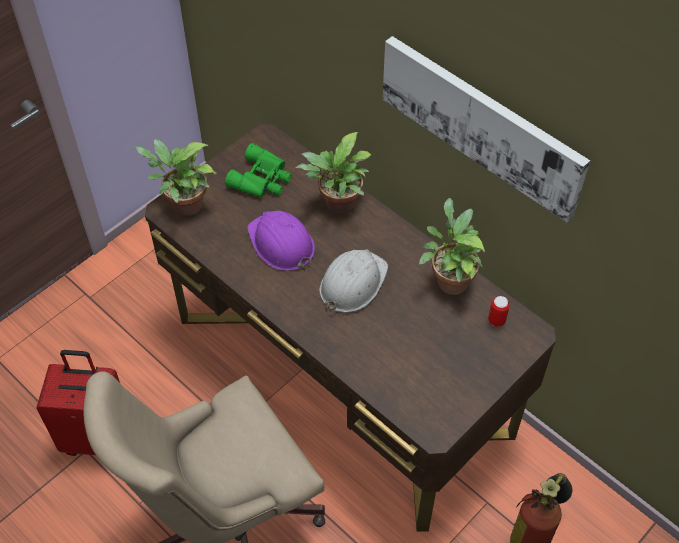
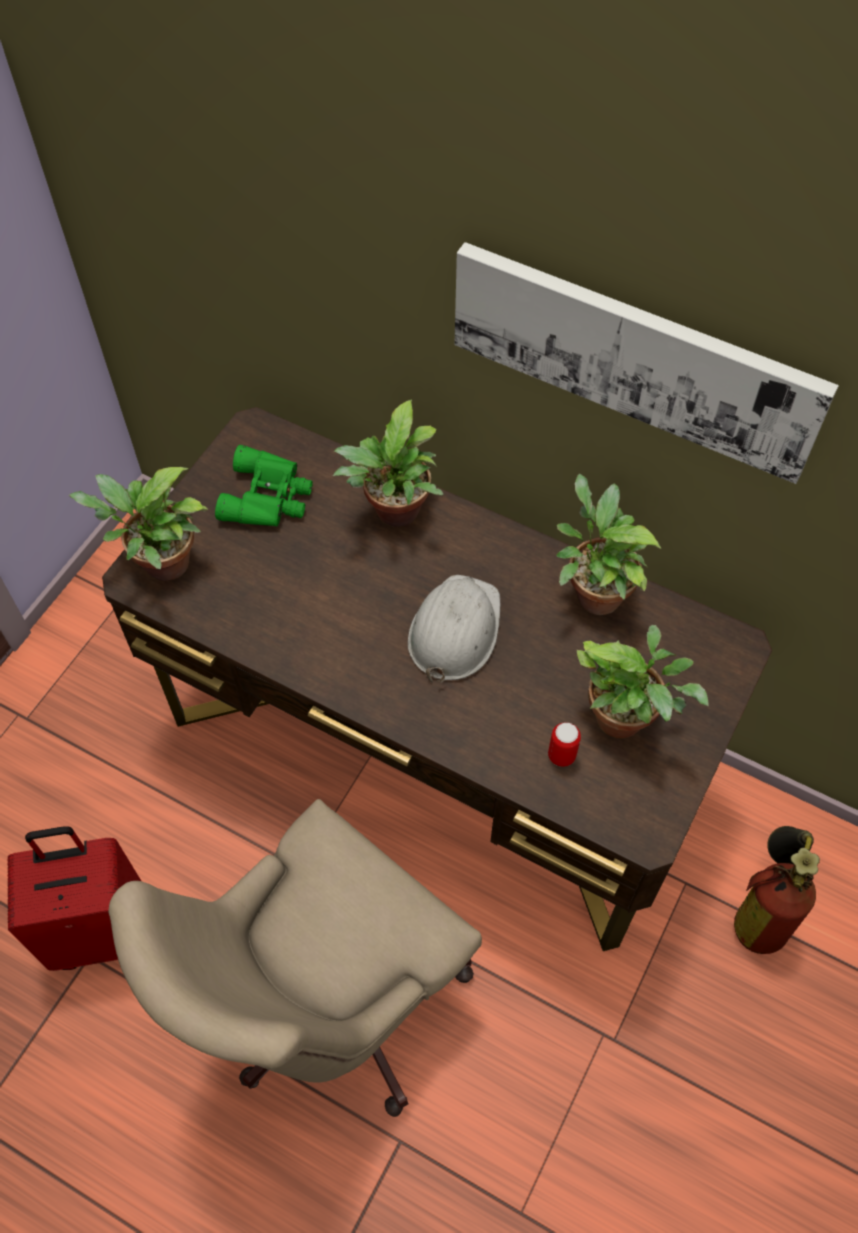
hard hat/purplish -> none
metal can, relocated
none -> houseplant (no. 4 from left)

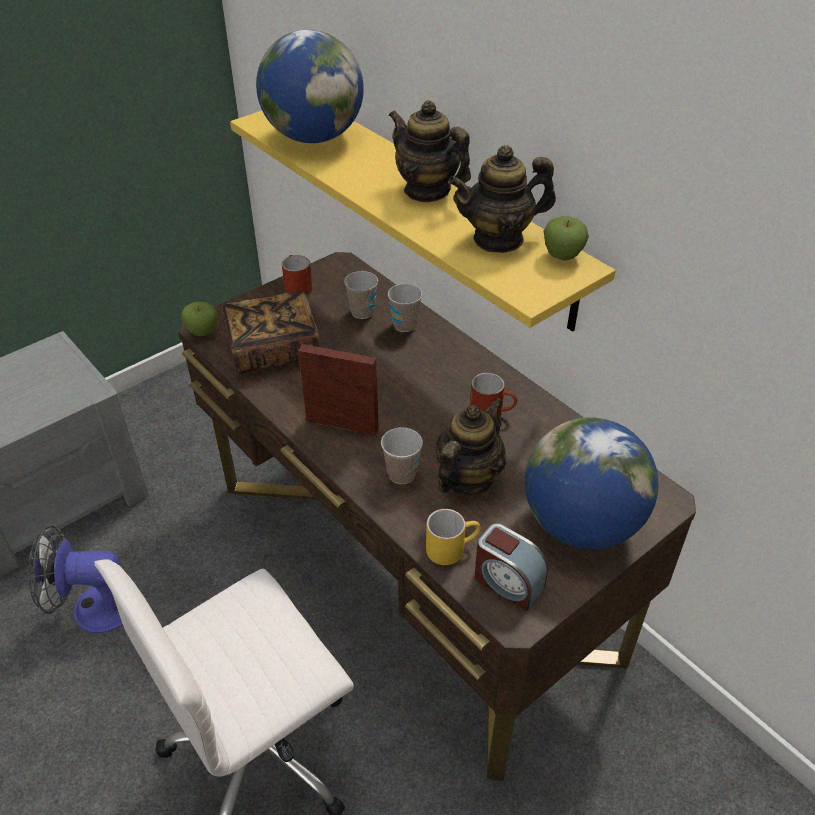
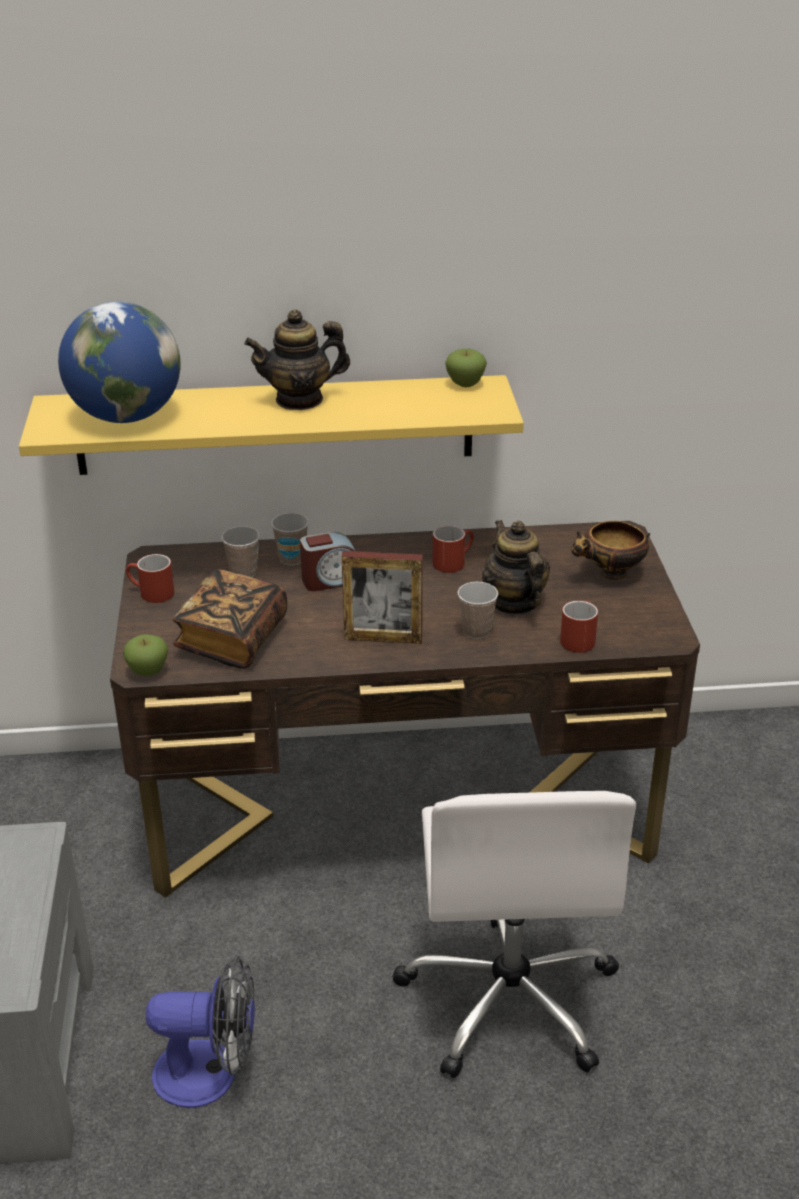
fan, 120 degrees counterclockwise
picture frame, 135 degrees counterclockwise
tea mug/yellow -> tea mug/reddish (no. 3 from left)
pot for tea (no. 3 from left) -> none
alarm clock, relocated
desk globe (no. 2 from left) -> serving bowl

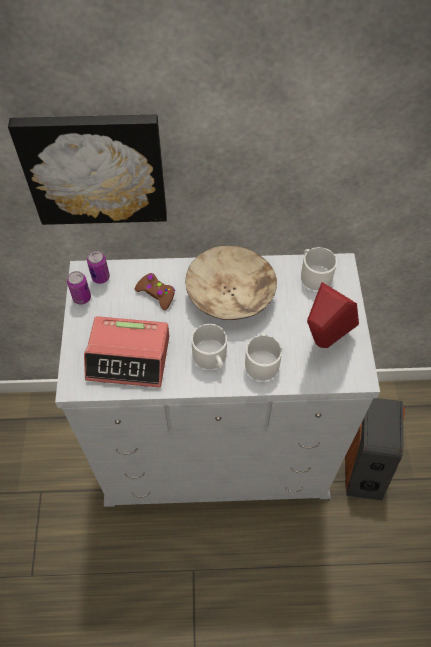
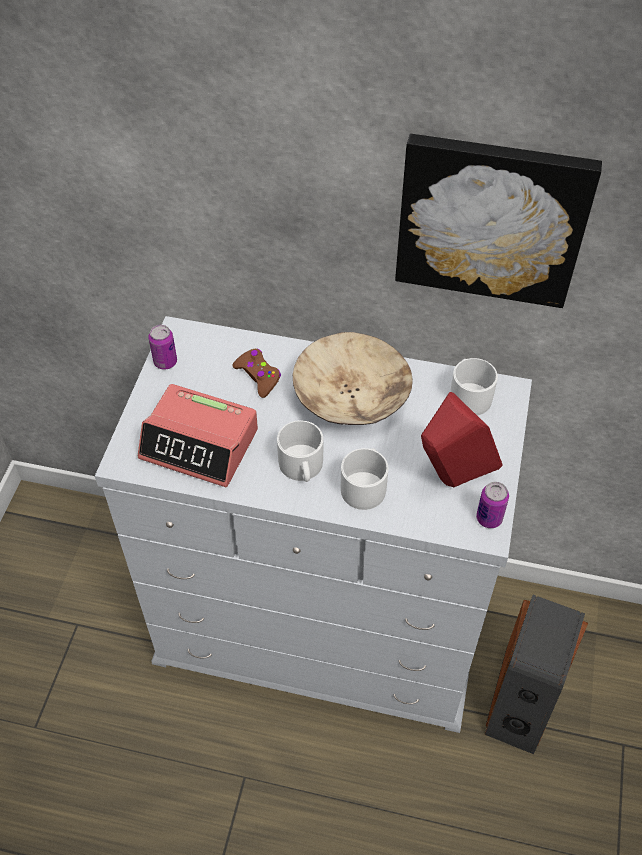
wall art, relocated
metal can (no. 2 from left), relocated

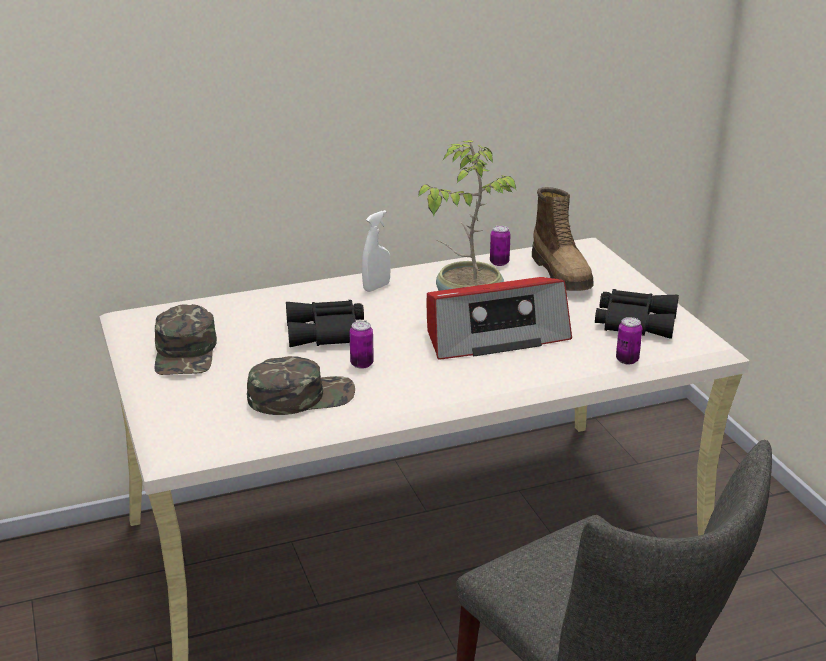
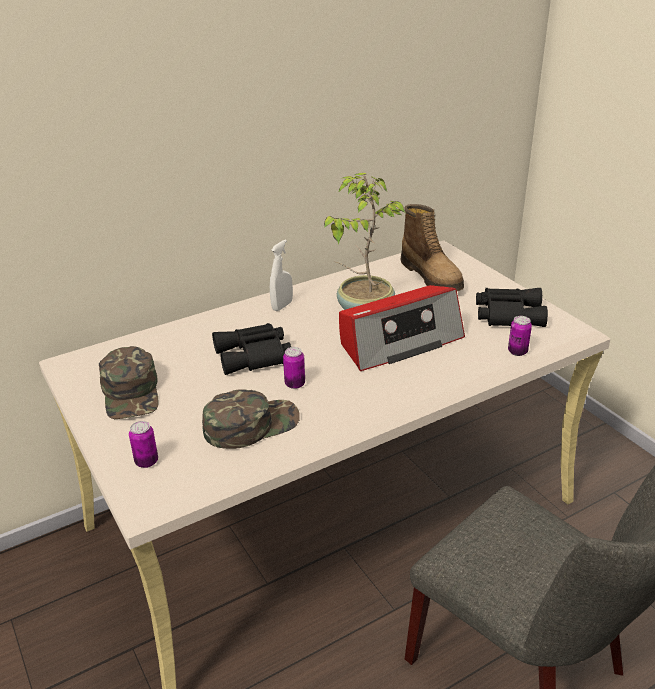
metal can (no. 2 from left in the first image) -> metal can (no. 1 from left), relocated

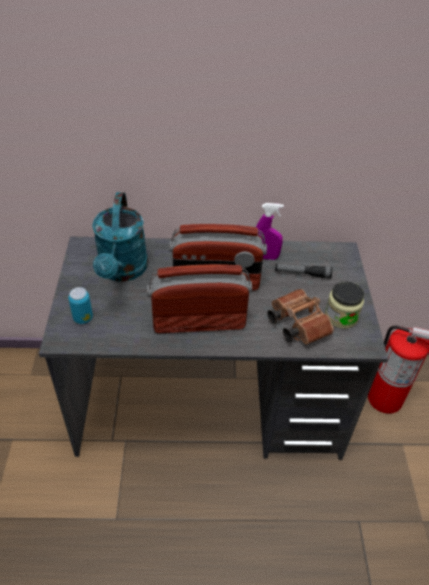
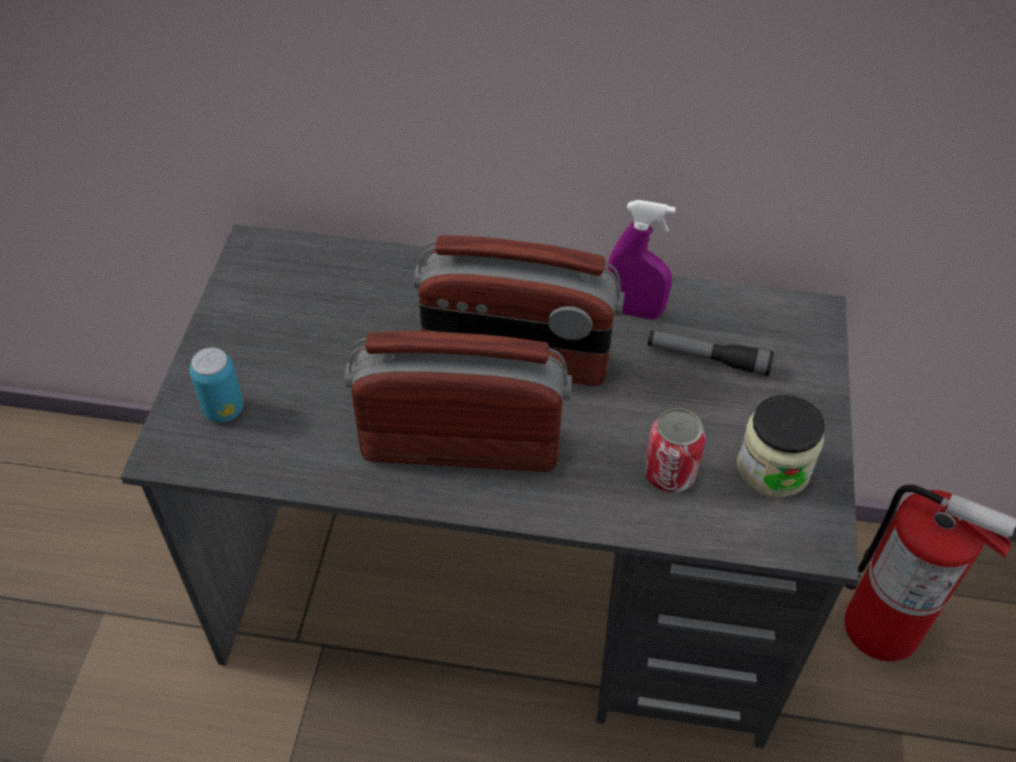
sprinkling can/turquoise-coloured -> none
binoculars/brownish -> metal can (no. 2 from left)

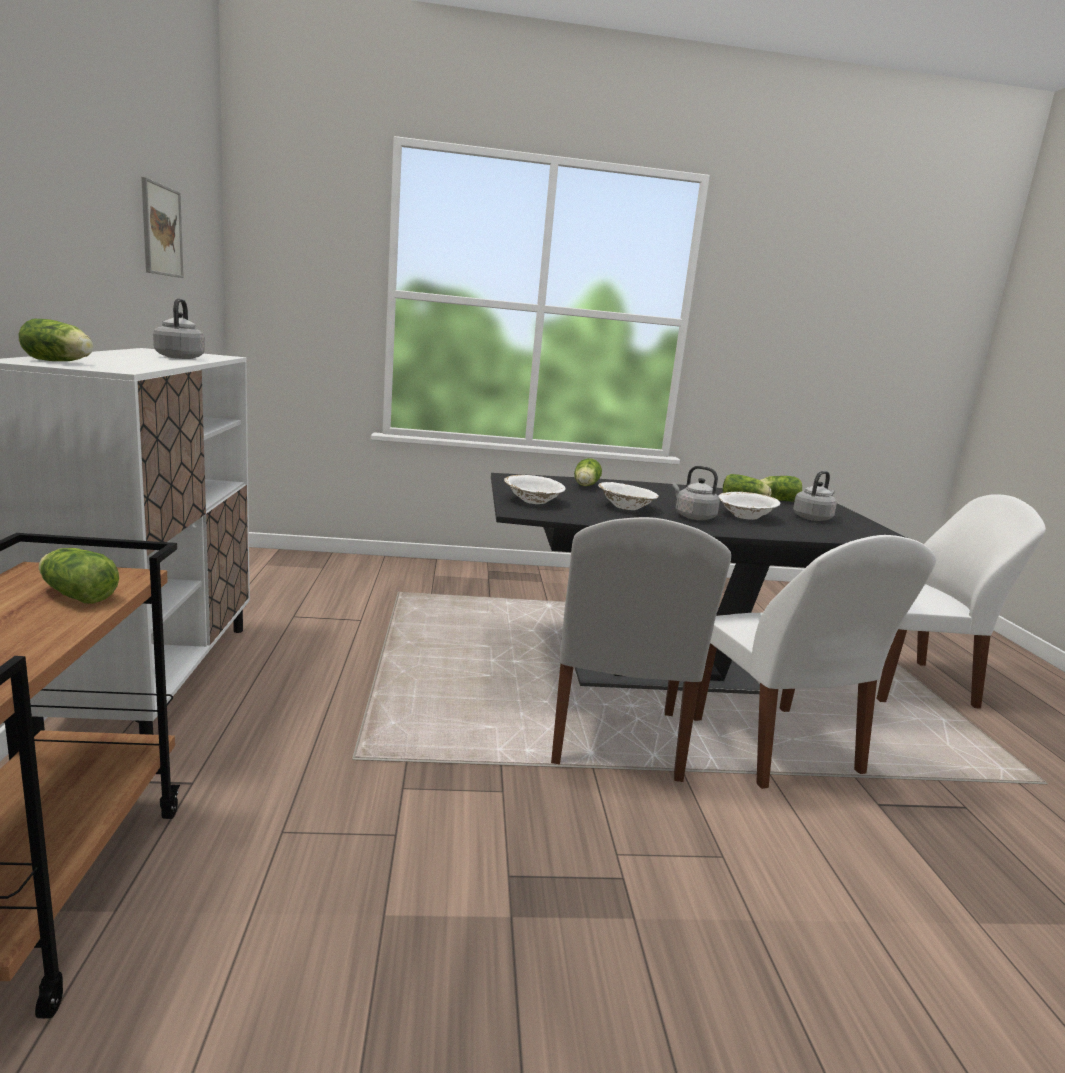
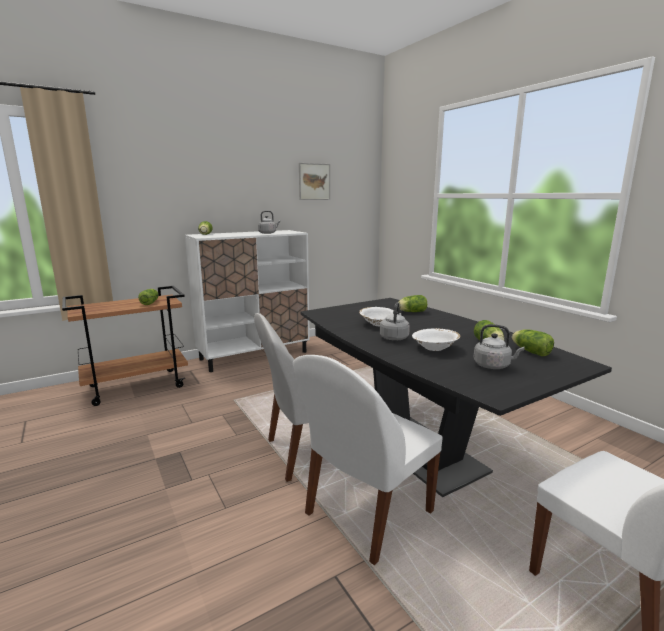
serving bowl/white-coloured (no. 1 from left) -> none

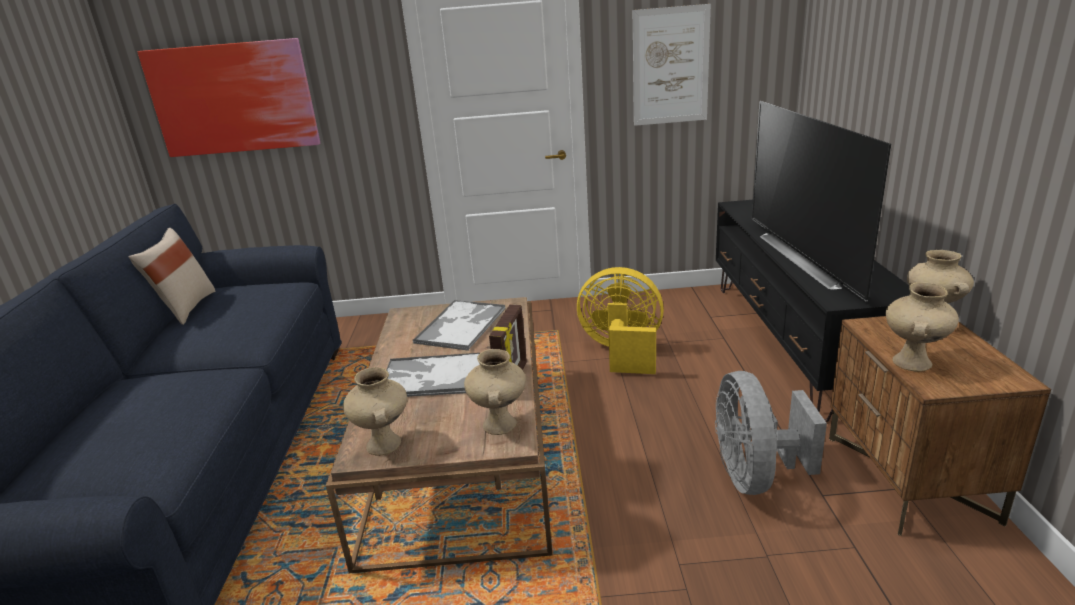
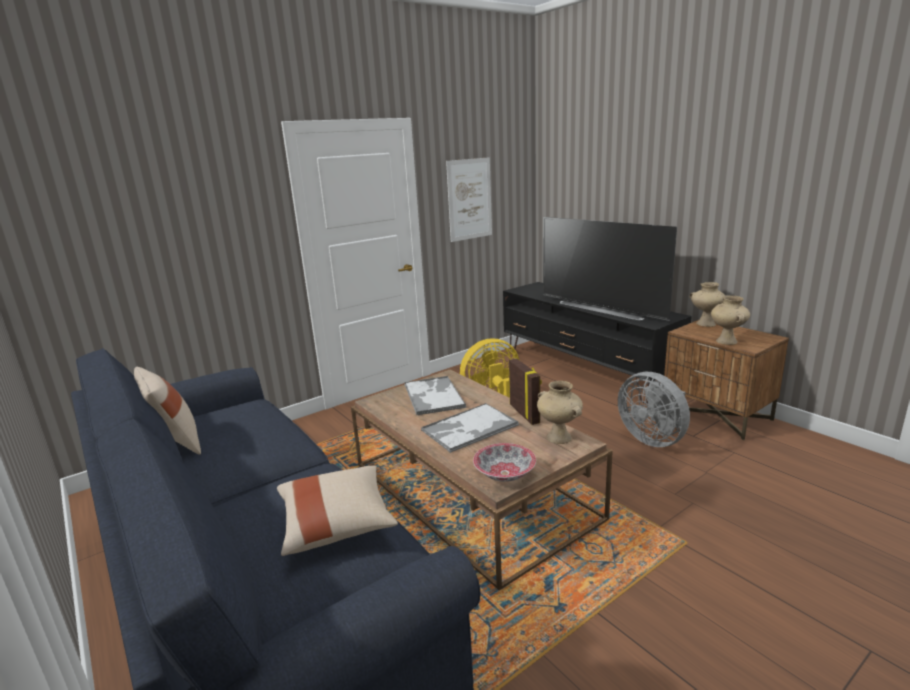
wall art (no. 1 from left) -> none
vase/beige-coloured (no. 1 from left) -> serving bowl
none -> throw pillow/beige-coloured (no. 2 from left)

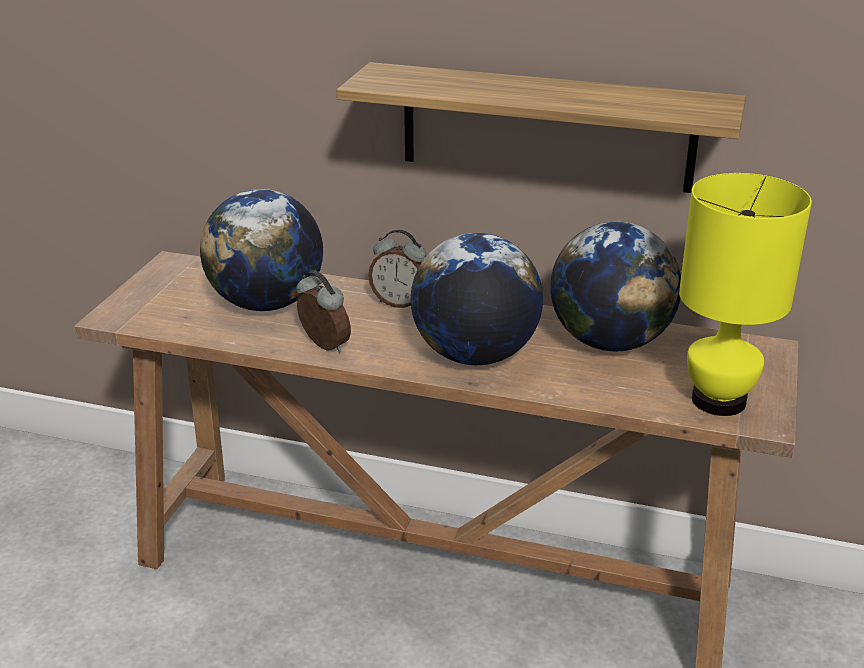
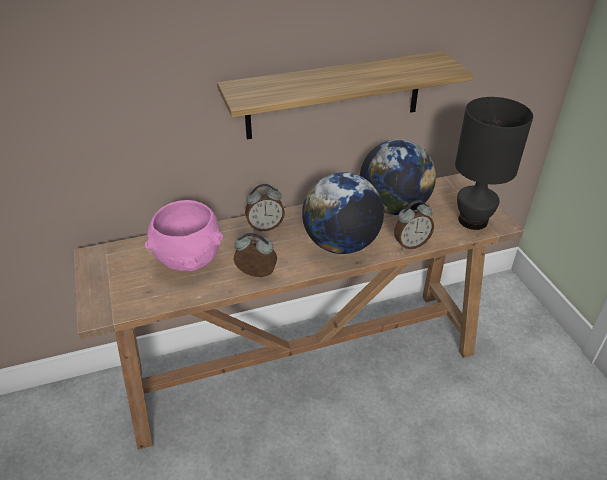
desk globe (no. 1 from left) -> serving bowl/pink-coloured
lamp for a table/yellow -> lamp for a table/blackish
none -> alarm clock (no. 3 from left)

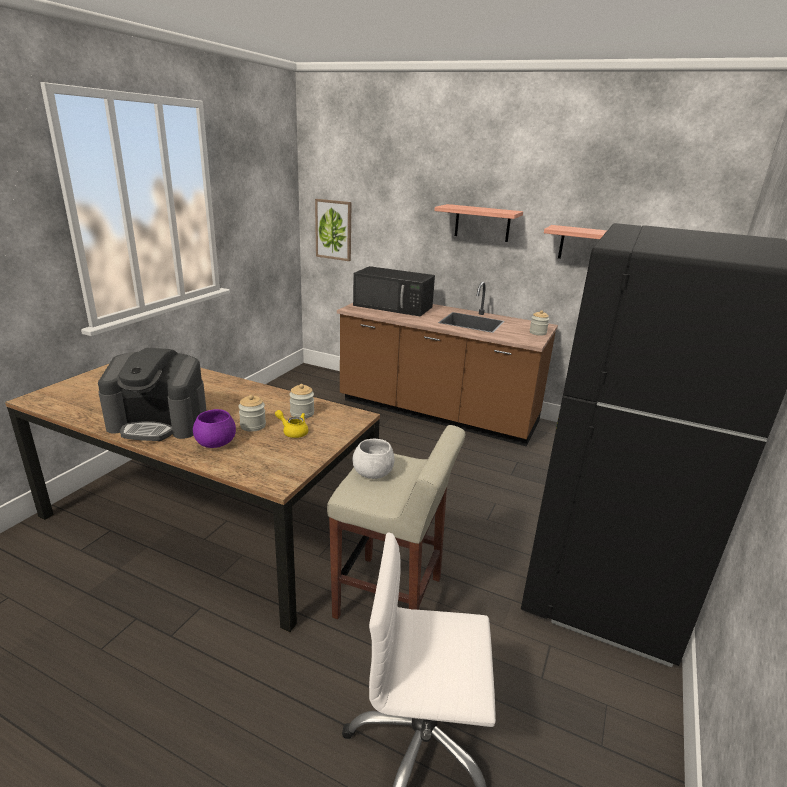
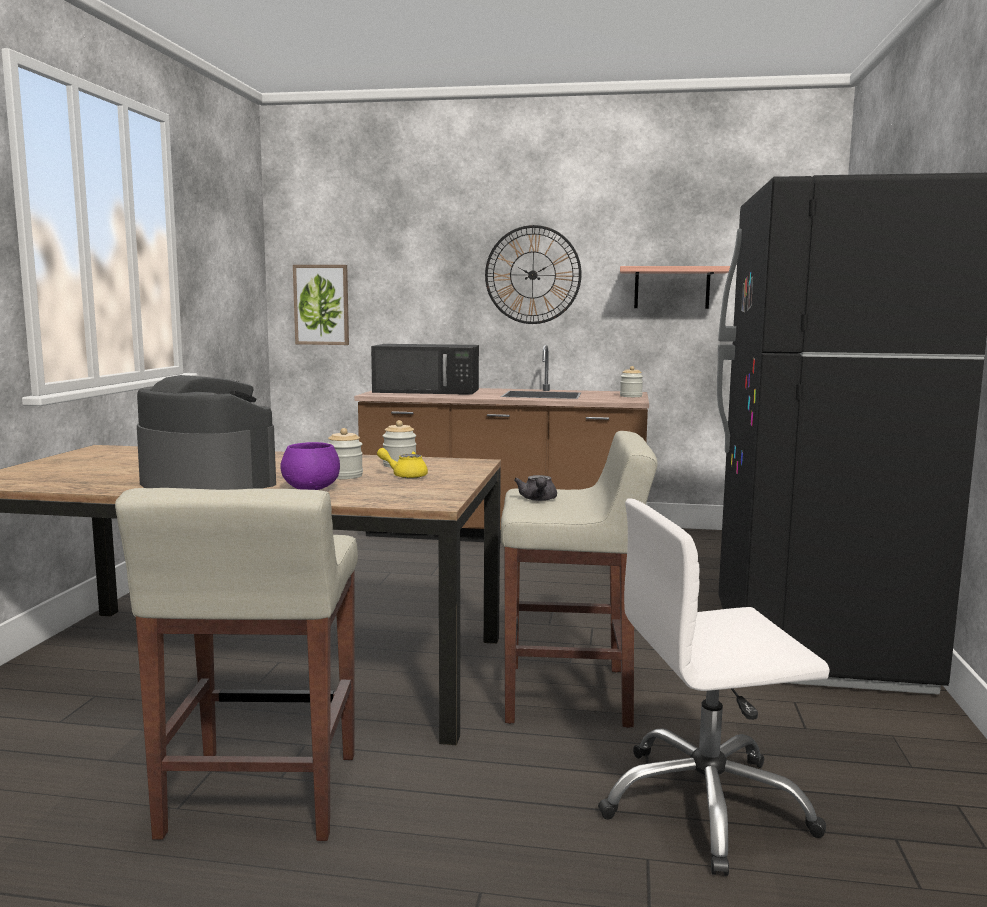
coffee machine, 135 degrees counterclockwise
serving bowl/white-coloured -> pot for tea/grey
shelf (no. 1 from left) -> wall clock
none -> stool seat/beige-coloured (no. 1 from left)

